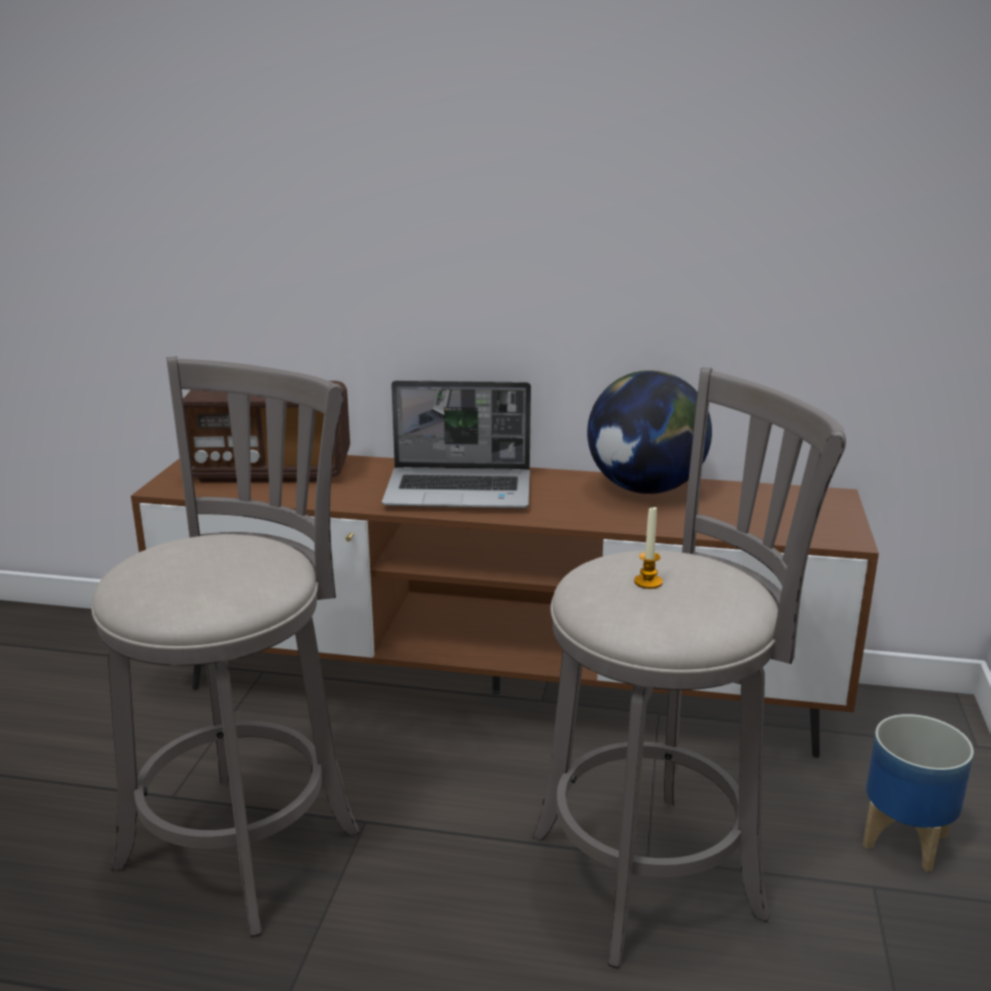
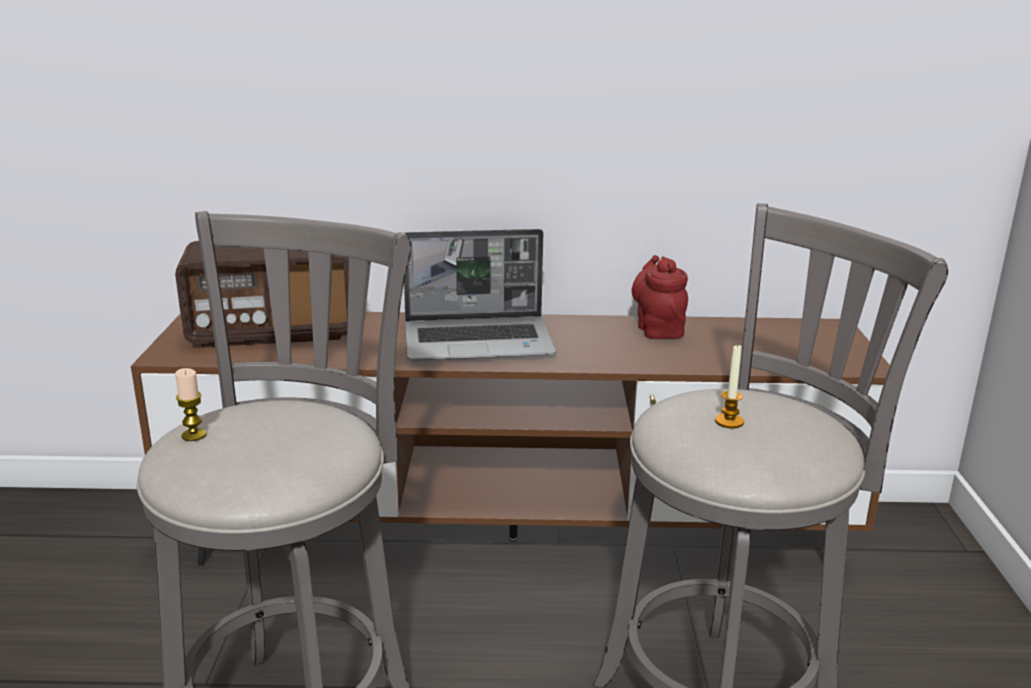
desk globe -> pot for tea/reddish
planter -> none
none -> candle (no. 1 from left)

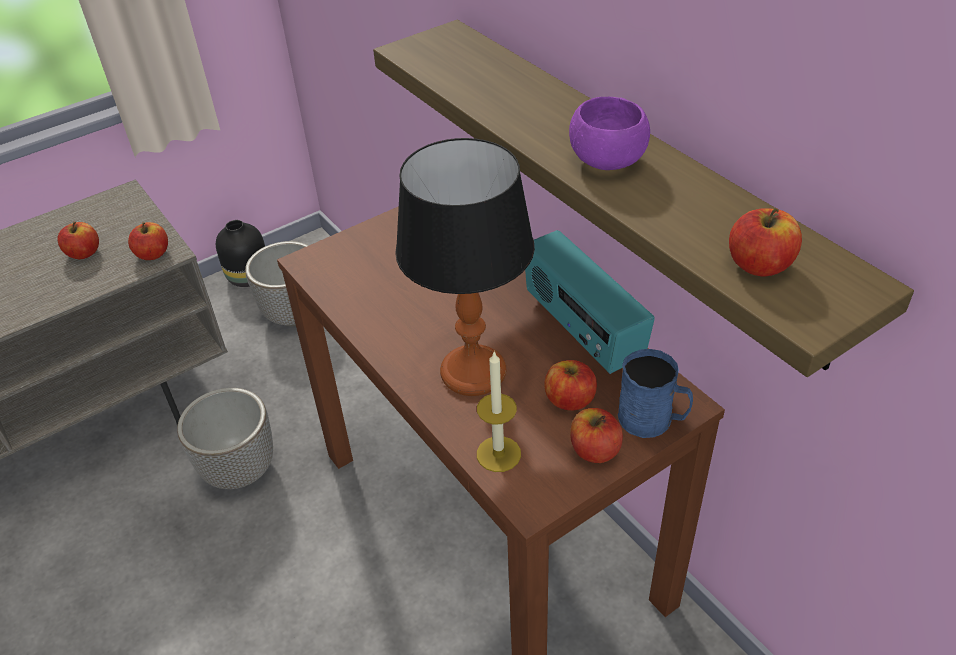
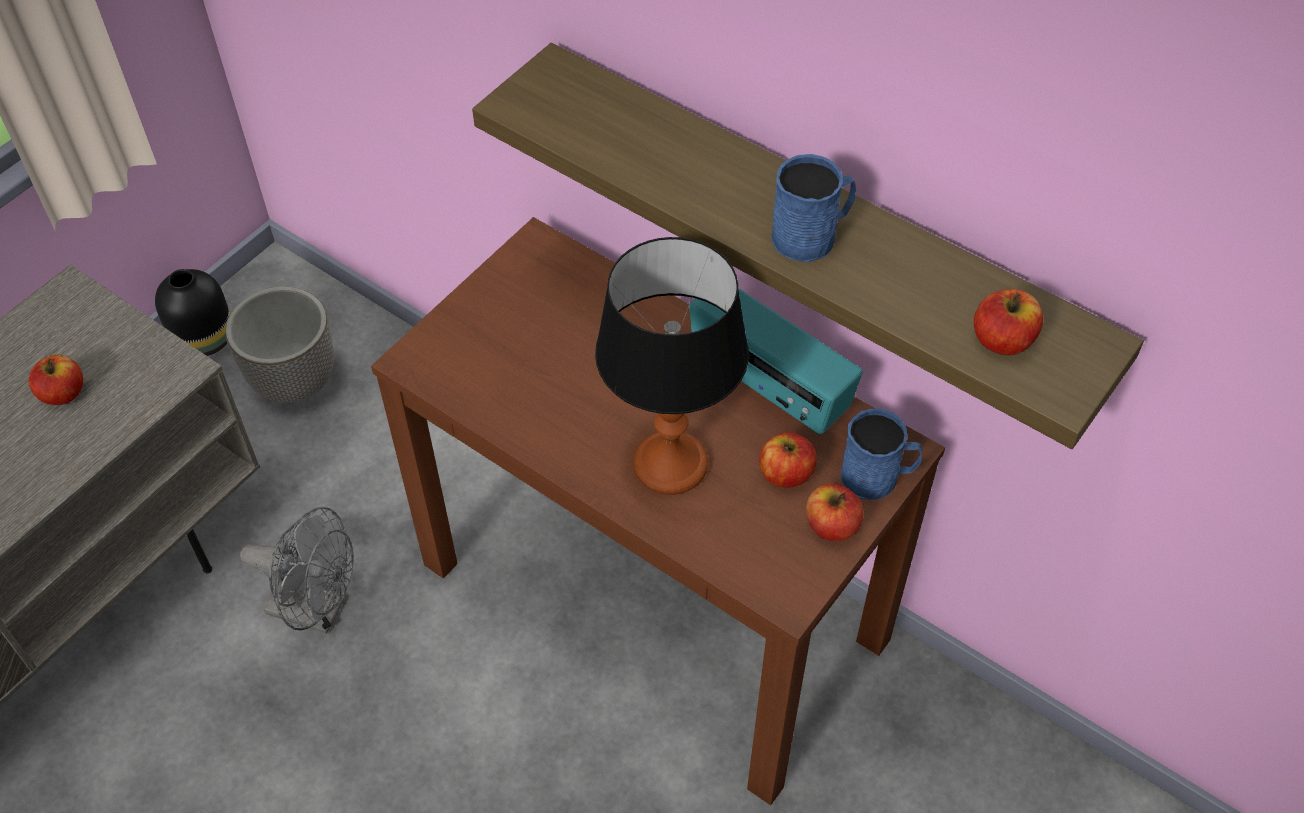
whole apple (no. 2 from left) -> none
planter (no. 1 from left) -> fan/grey
candle -> none
serving bowl/purplish -> tea mug/blue-coloured (no. 1 from left)

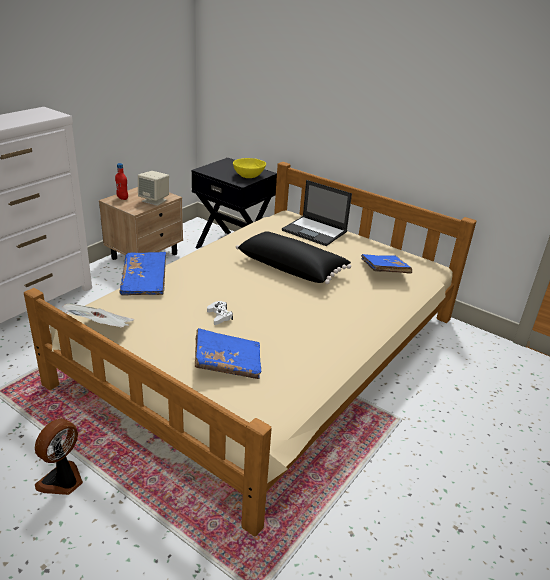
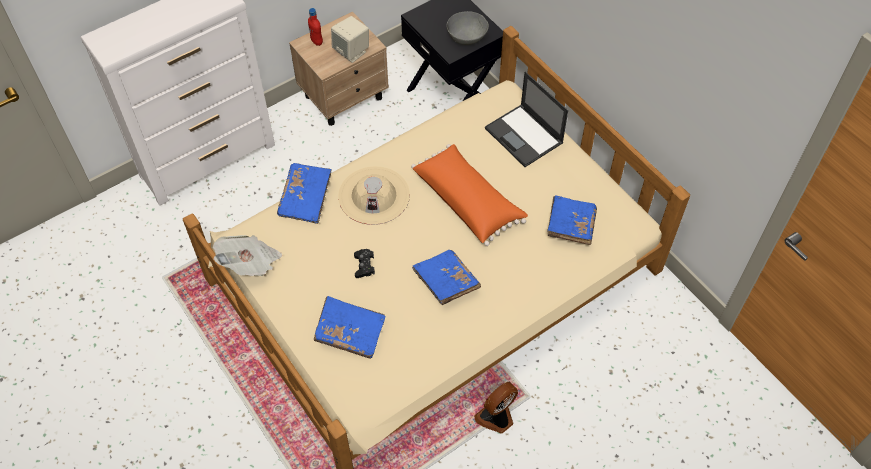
fan, relocated
game controller/white-coloured -> game controller/blackish
serving bowl/yellow -> serving bowl/grey
throw pillow/blackish -> throw pillow/orange
none -> hat/beige-coloured
none -> book/blue-coloured (no. 3 from left)

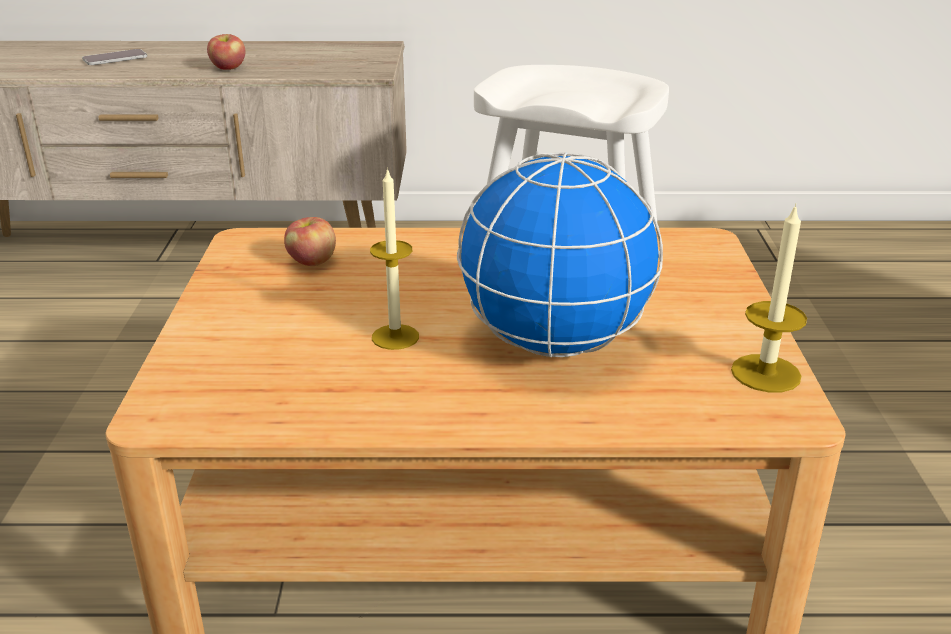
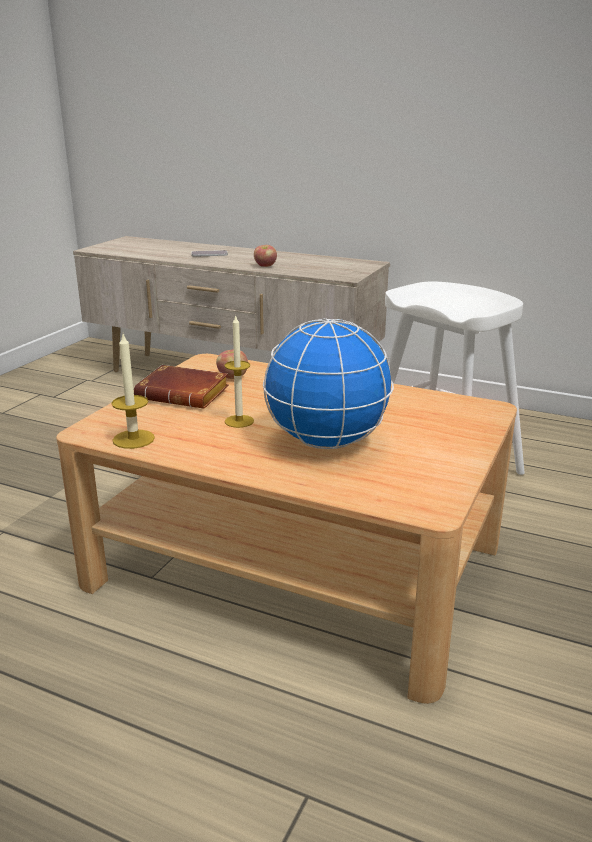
candle (no. 2 from left in the first image) -> candle (no. 1 from left), relocated
none -> book/brownish

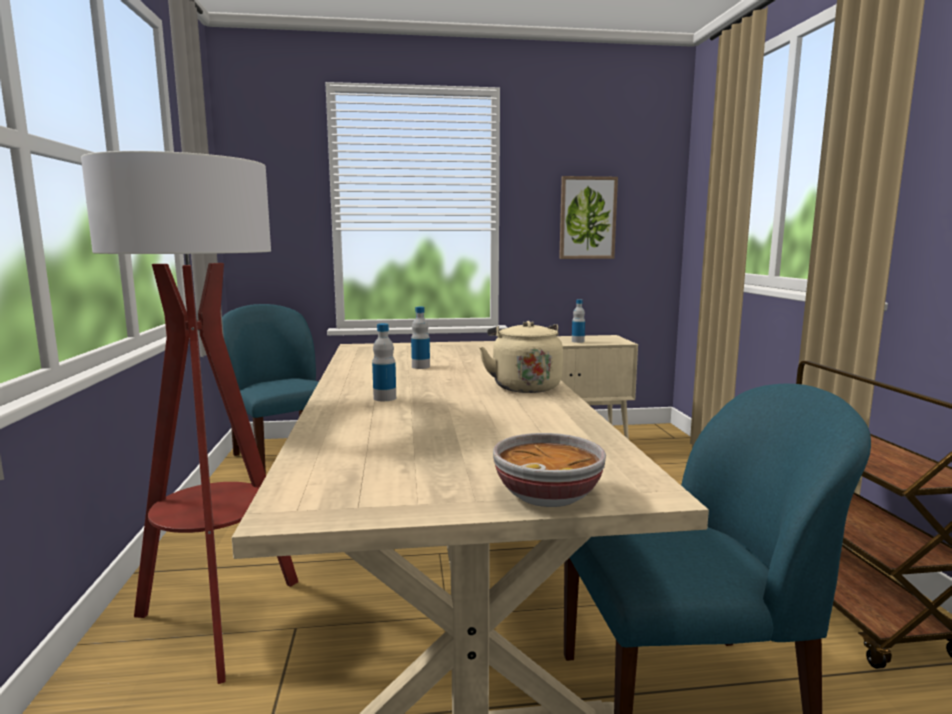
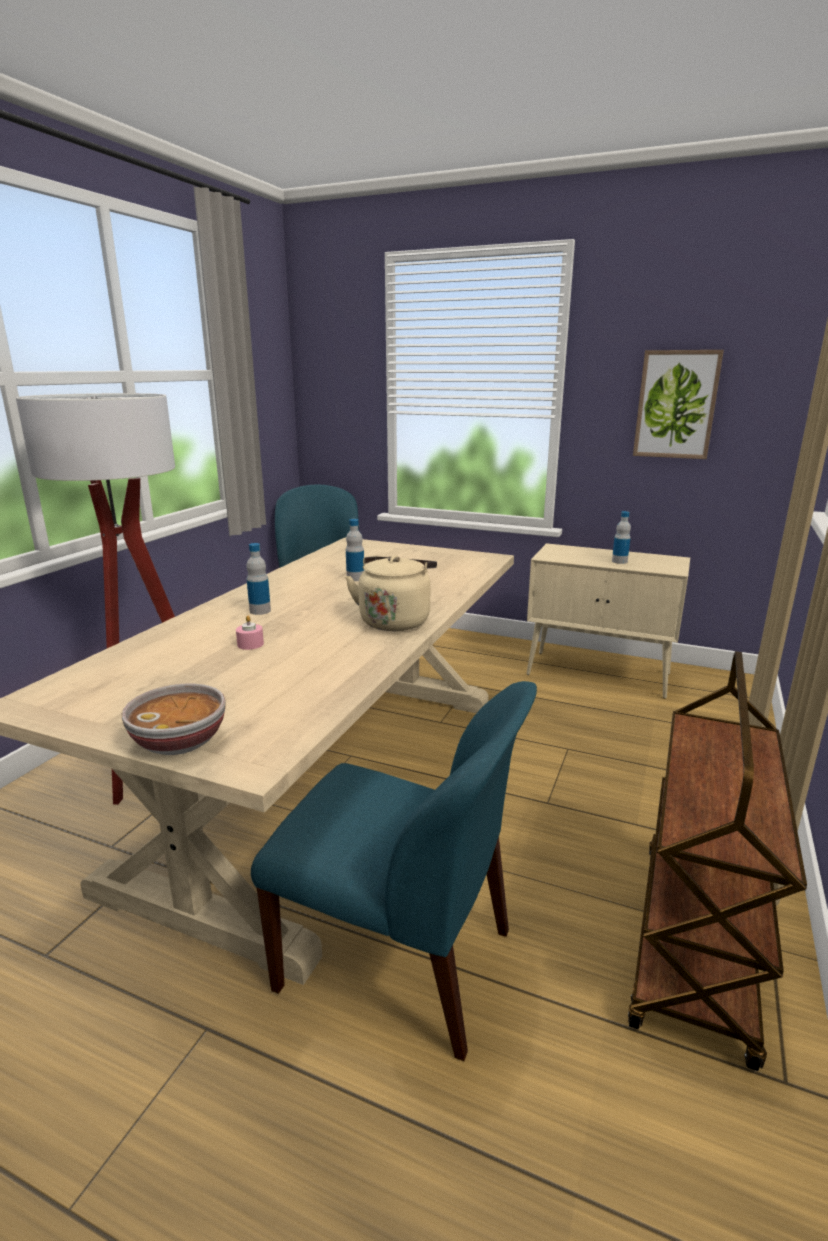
none -> candle/pink-coloured

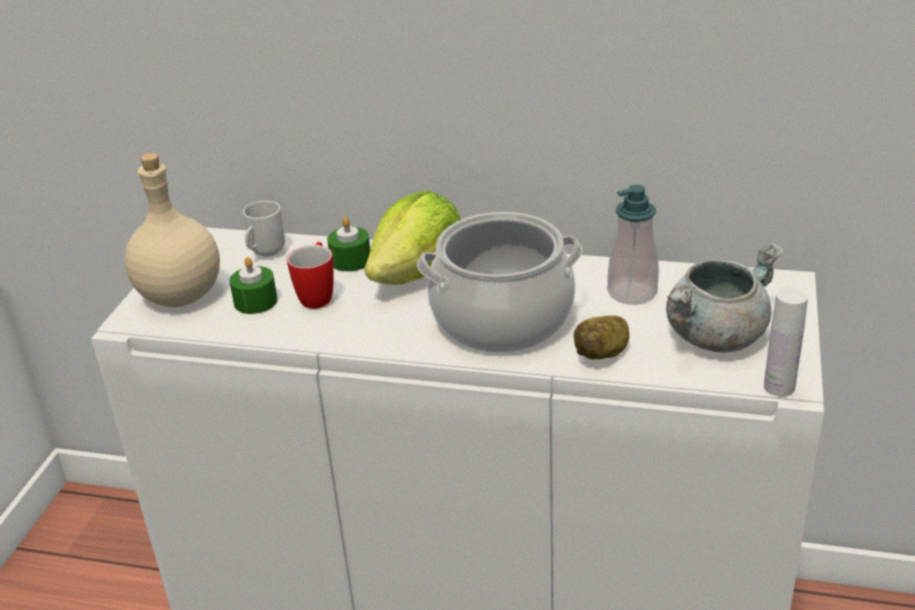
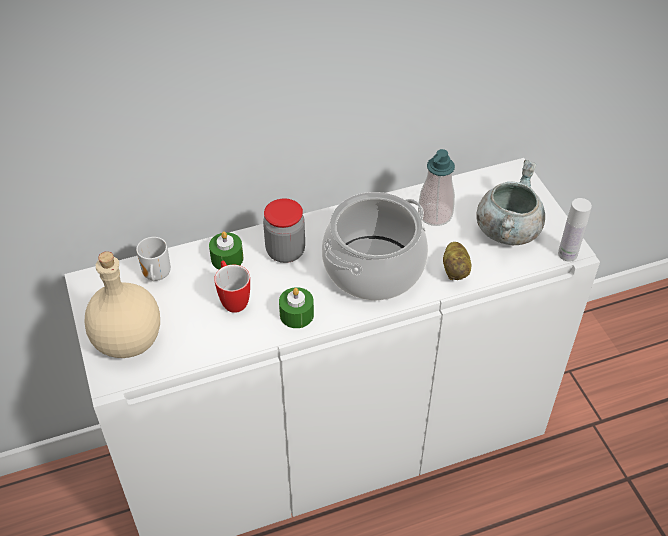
candle/greenish (no. 1 from left in the first image) -> candle/greenish (no. 2 from left), relocated
lettuce head -> storage jar

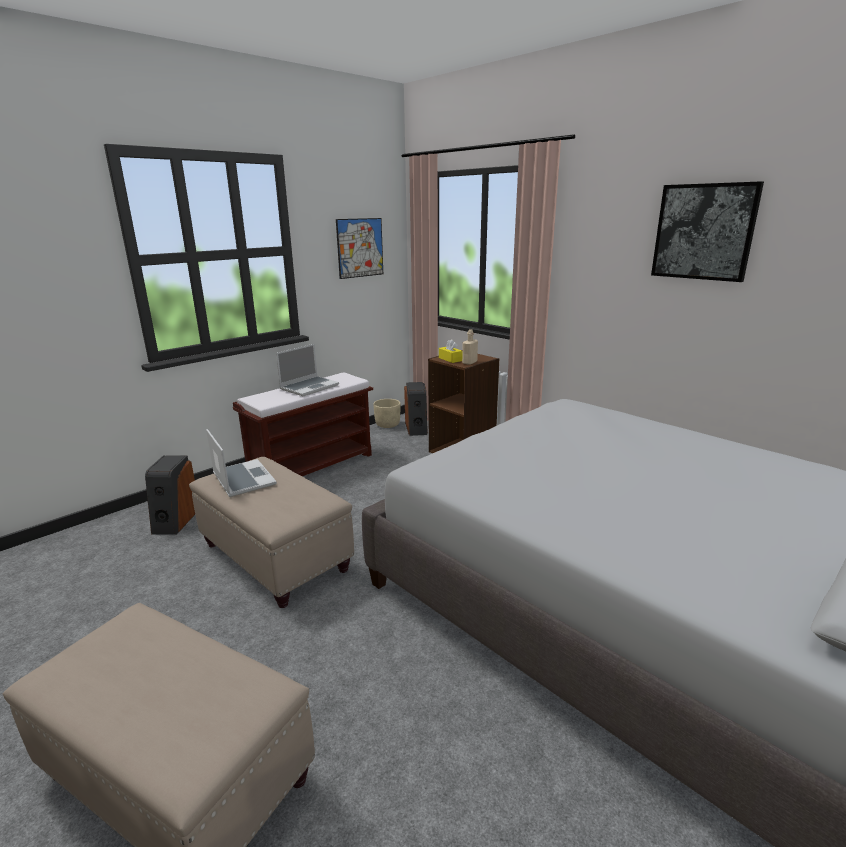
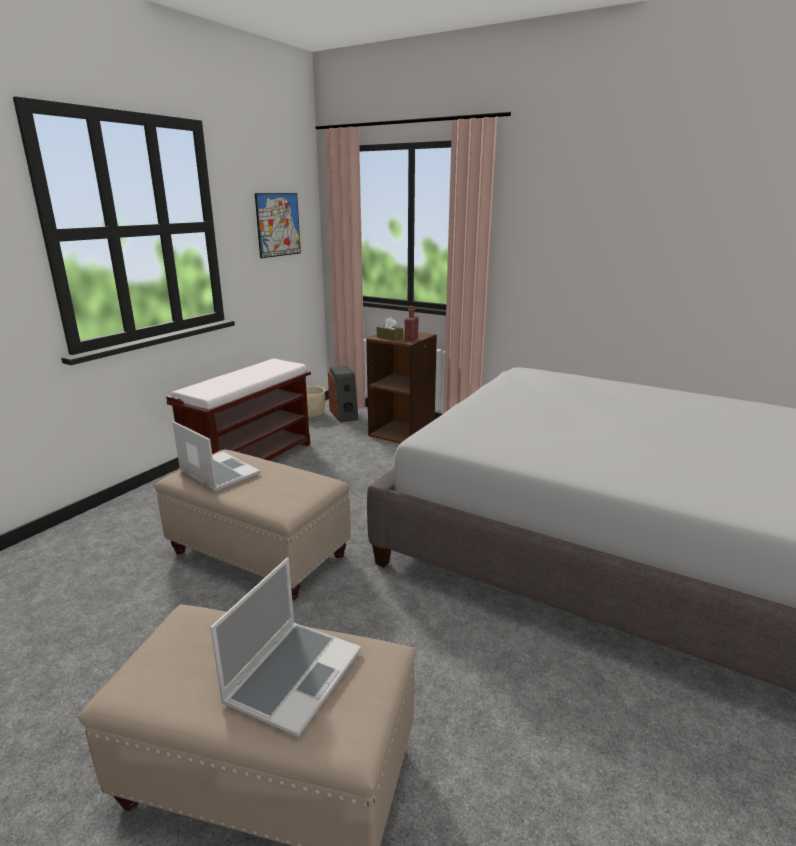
audio speaker (no. 1 from left) -> none
portable computer (no. 2 from left), relocated
tissue box/yellow -> tissue box/brownish
drink bottle/beige-coloured -> drink bottle/reddish
wall art (no. 2 from left) -> none

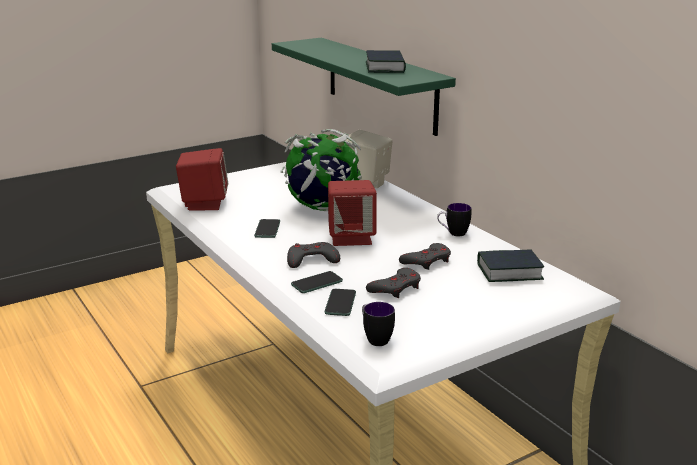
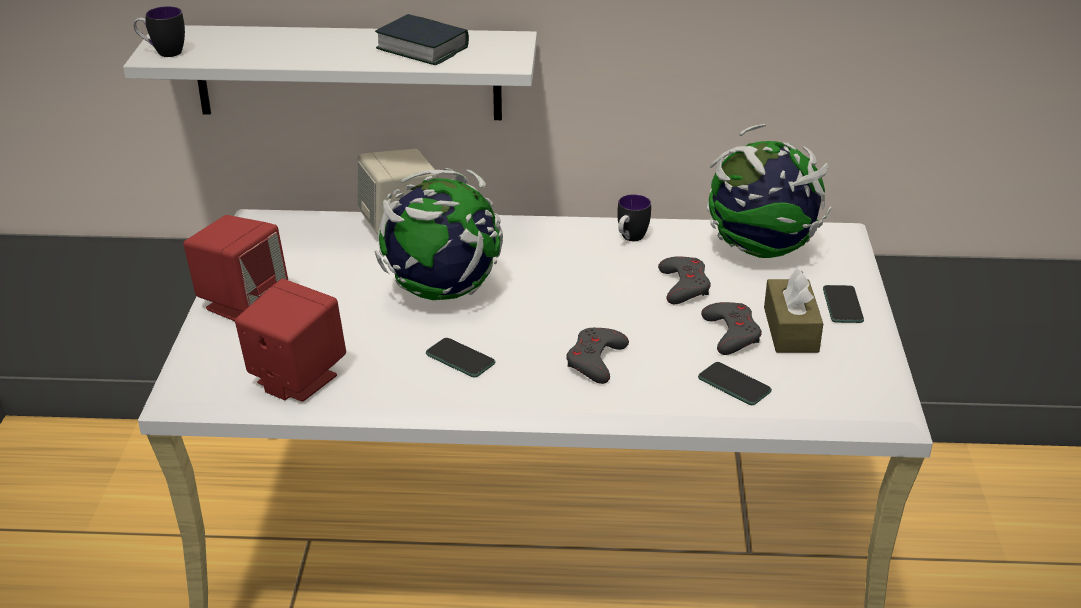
shelf/greenish -> shelf/white-coloured
phone (no. 2 from left in the first image) -> phone (no. 3 from left), relocated
audio speaker/reddish (no. 2 from left in the first image) -> audio speaker/reddish (no. 1 from left), relocated
tea mug (no. 1 from left), relocated
book (no. 2 from left) -> desk globe (no. 2 from left)
none -> tissue box/brownish

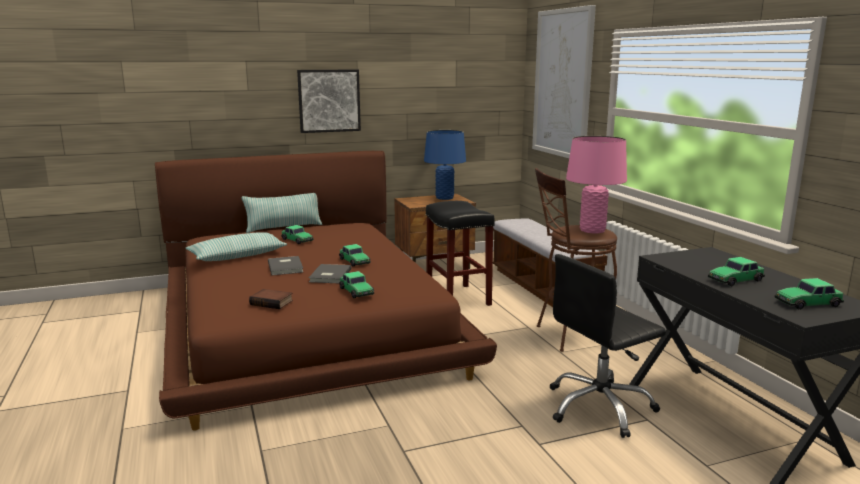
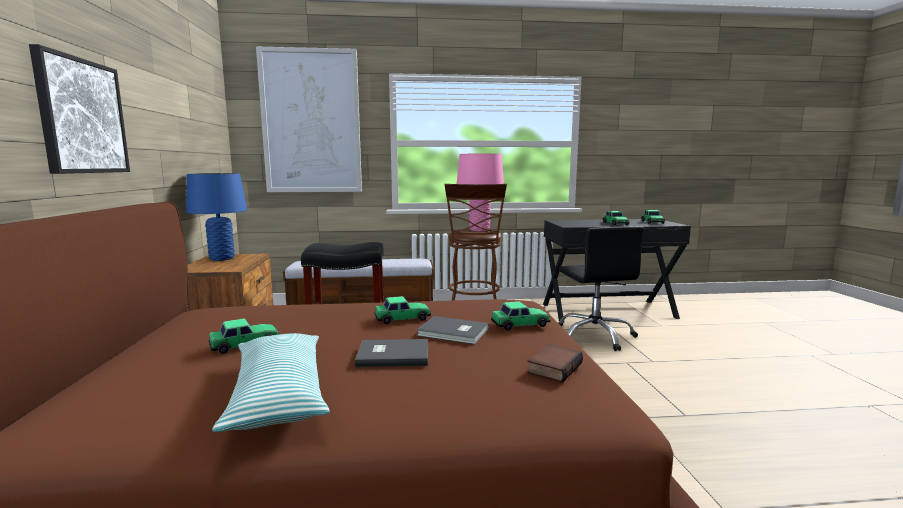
throw pillow (no. 2 from left) -> none

